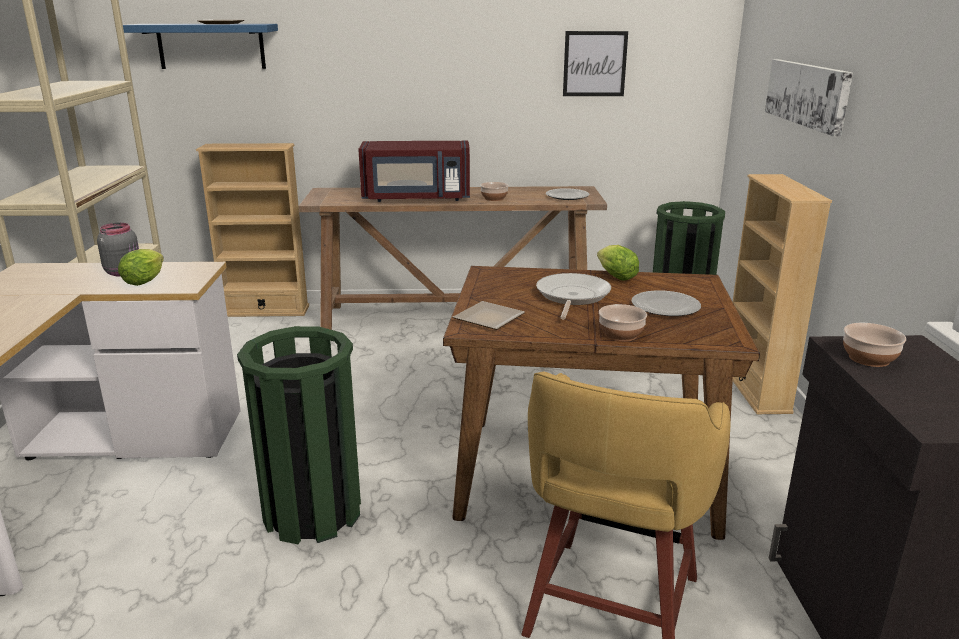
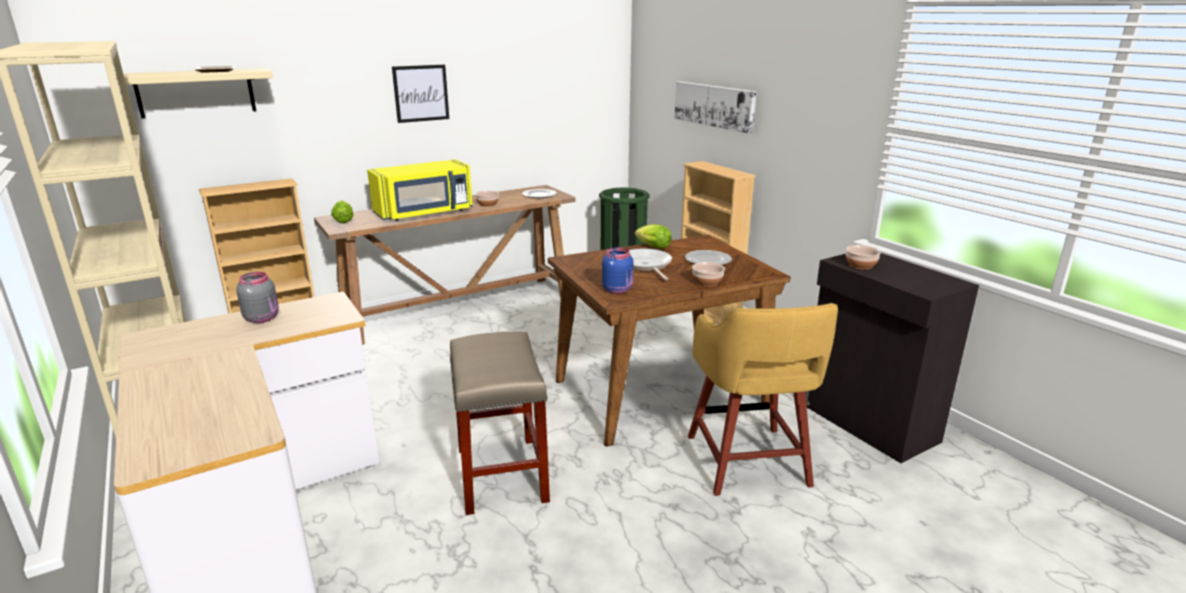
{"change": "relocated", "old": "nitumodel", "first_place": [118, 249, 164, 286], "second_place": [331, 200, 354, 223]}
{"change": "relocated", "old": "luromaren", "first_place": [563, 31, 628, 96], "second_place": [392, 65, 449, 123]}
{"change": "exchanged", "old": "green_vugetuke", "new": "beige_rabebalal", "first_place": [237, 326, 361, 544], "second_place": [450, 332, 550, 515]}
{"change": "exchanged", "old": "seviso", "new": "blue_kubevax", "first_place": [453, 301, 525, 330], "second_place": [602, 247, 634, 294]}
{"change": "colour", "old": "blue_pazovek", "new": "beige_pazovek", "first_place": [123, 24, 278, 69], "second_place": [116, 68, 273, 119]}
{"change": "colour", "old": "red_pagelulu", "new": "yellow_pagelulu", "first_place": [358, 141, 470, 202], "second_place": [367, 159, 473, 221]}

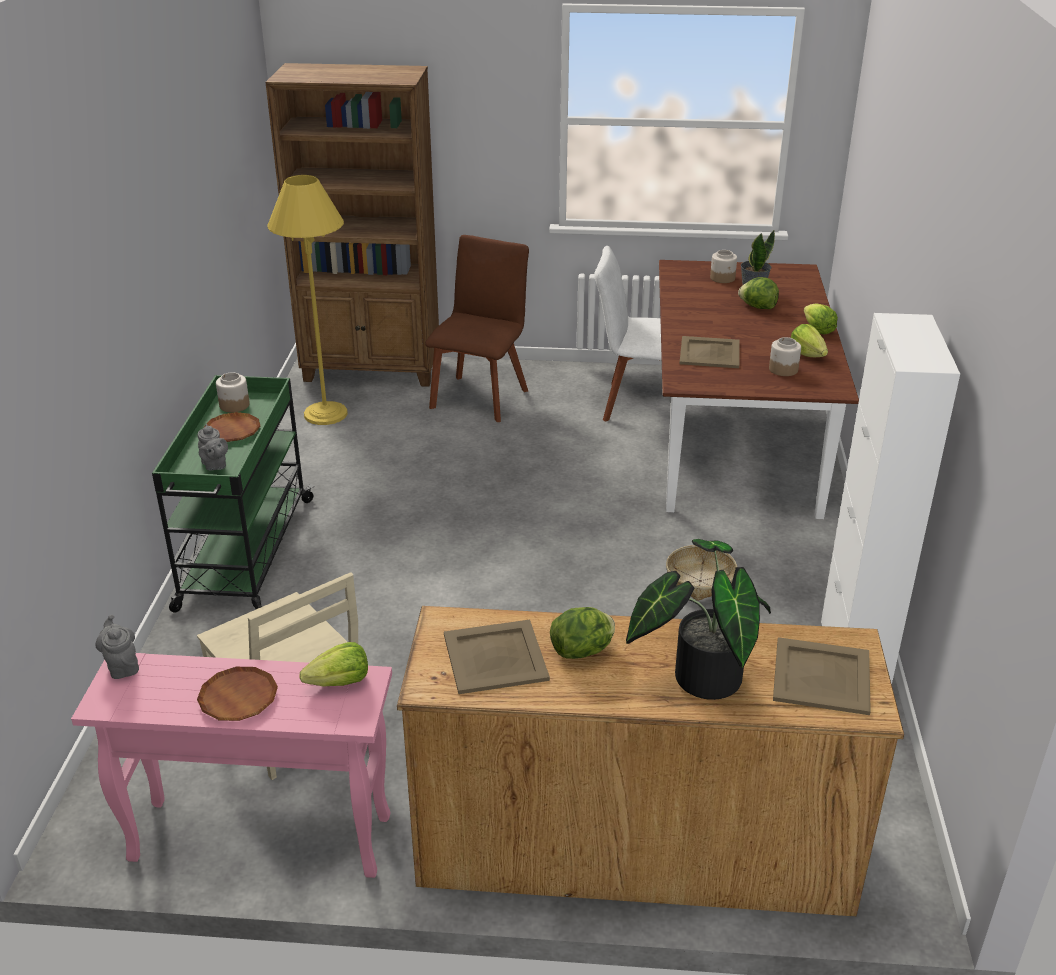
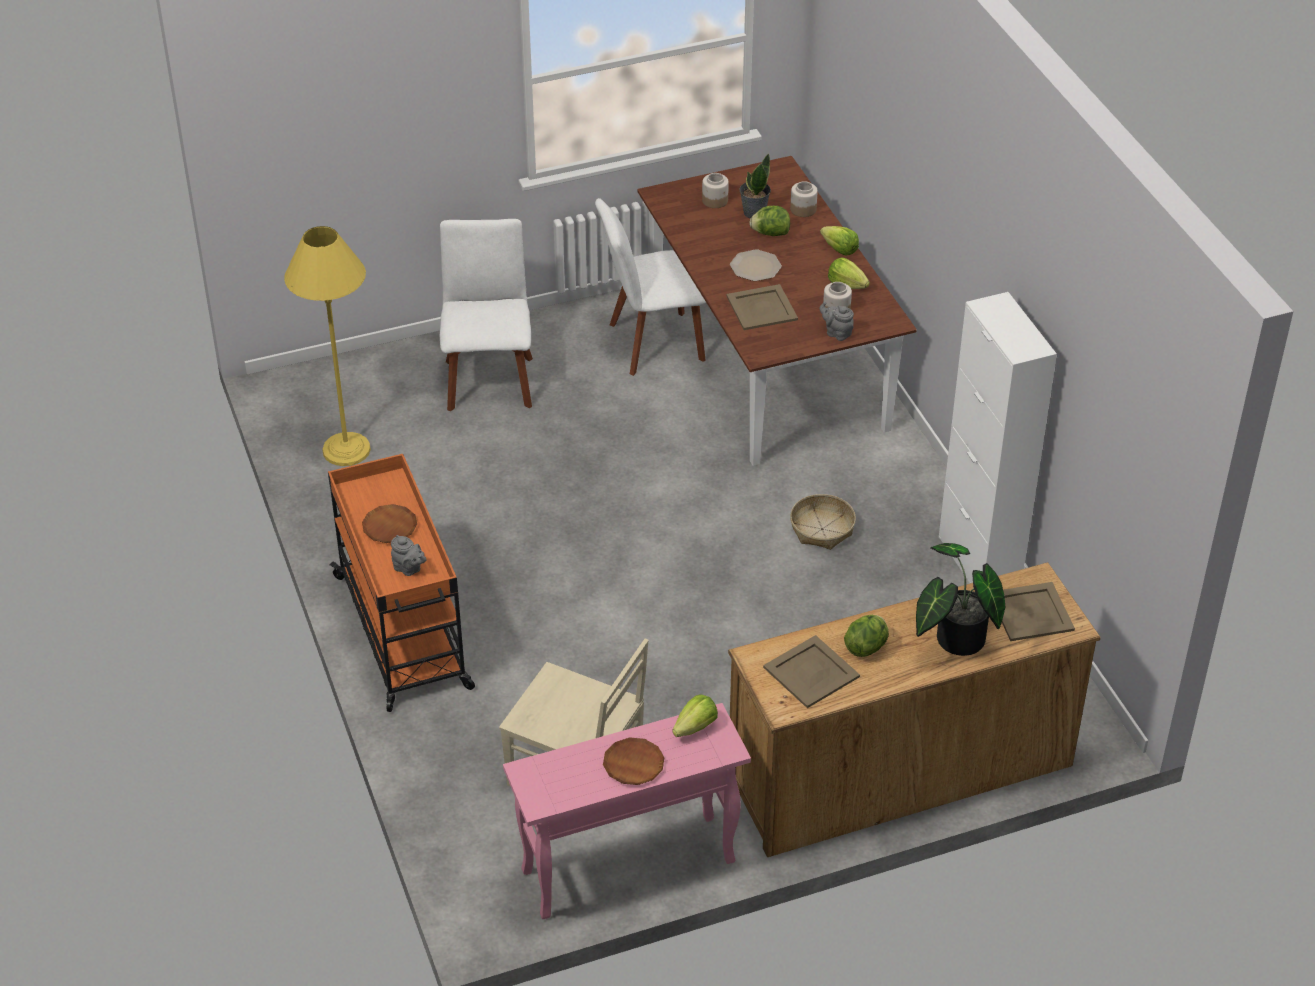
{"change": "missing", "old": "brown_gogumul", "first_place": [265, 63, 439, 387]}
{"change": "appeared", "new": "seviso", "second_place": [730, 249, 782, 281]}
{"change": "relocated", "old": "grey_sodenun", "first_place": [96, 614, 139, 679], "second_place": [820, 302, 854, 341]}
{"change": "relocated", "old": "kubevax", "first_place": [216, 372, 250, 413], "second_place": [790, 181, 818, 217]}
{"change": "colour", "old": "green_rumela", "new": "orange_rumela", "first_place": [152, 375, 314, 613], "second_place": [328, 454, 475, 712]}
{"change": "colour", "old": "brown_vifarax", "new": "white_vifarax", "first_place": [425, 235, 529, 422], "second_place": [440, 219, 533, 411]}

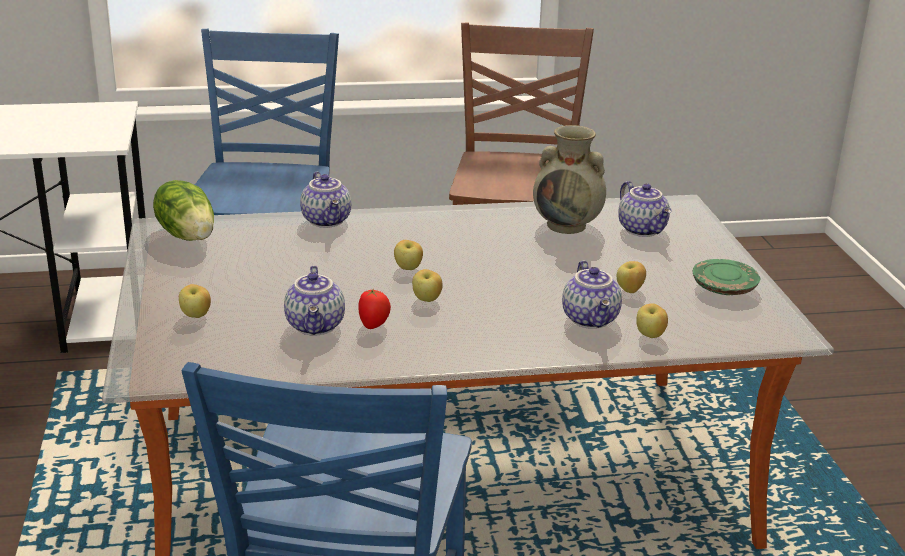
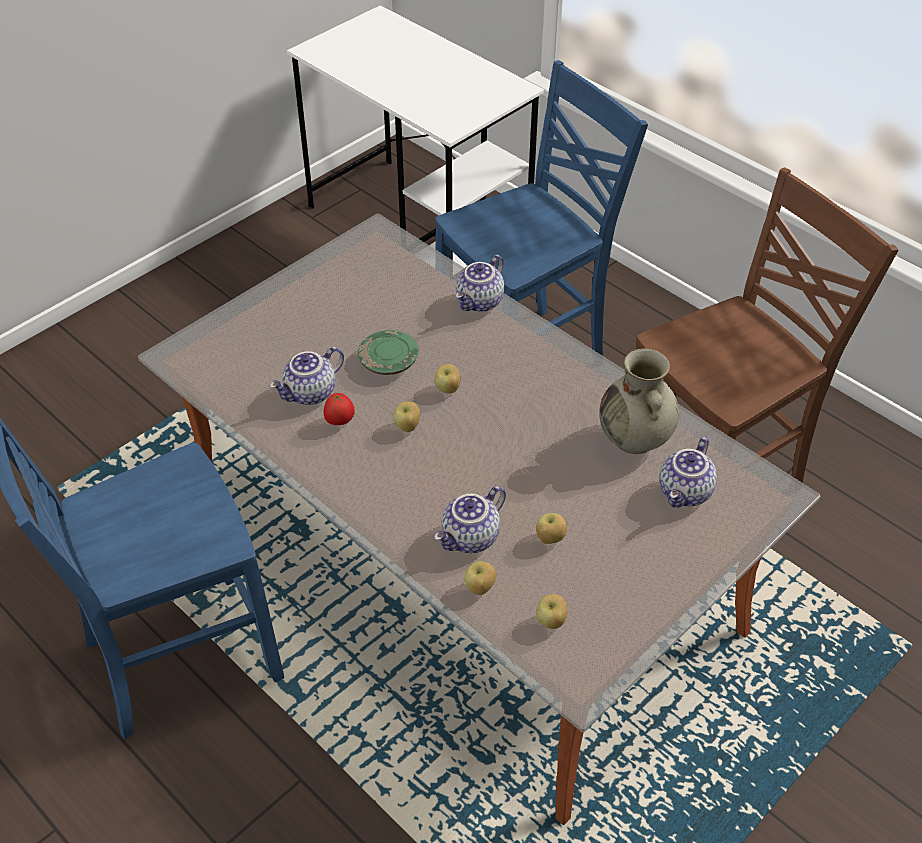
{"change": "missing", "old": "nitumodel", "first_place": [153, 180, 214, 241]}
{"change": "relocated", "old": "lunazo", "first_place": [179, 284, 211, 318], "second_place": [536, 594, 568, 629]}
{"change": "relocated", "old": "green_seviso", "first_place": [693, 259, 760, 295], "second_place": [358, 330, 419, 375]}

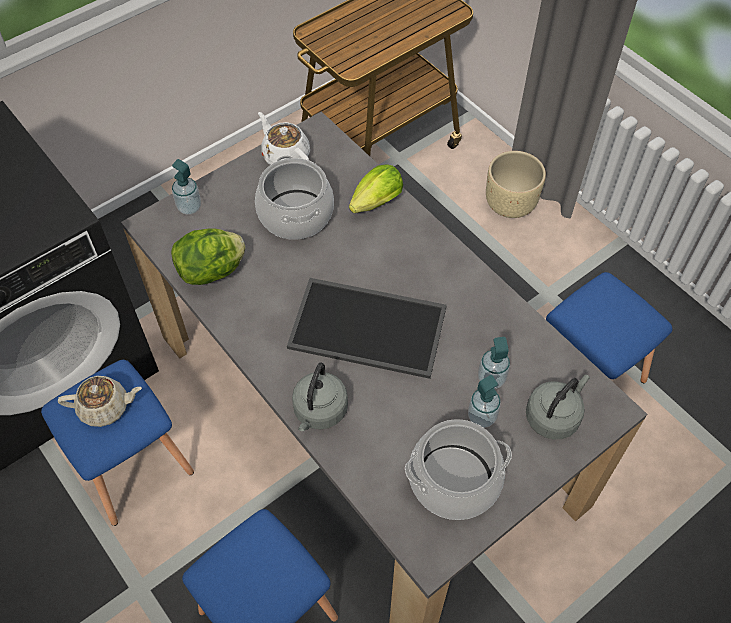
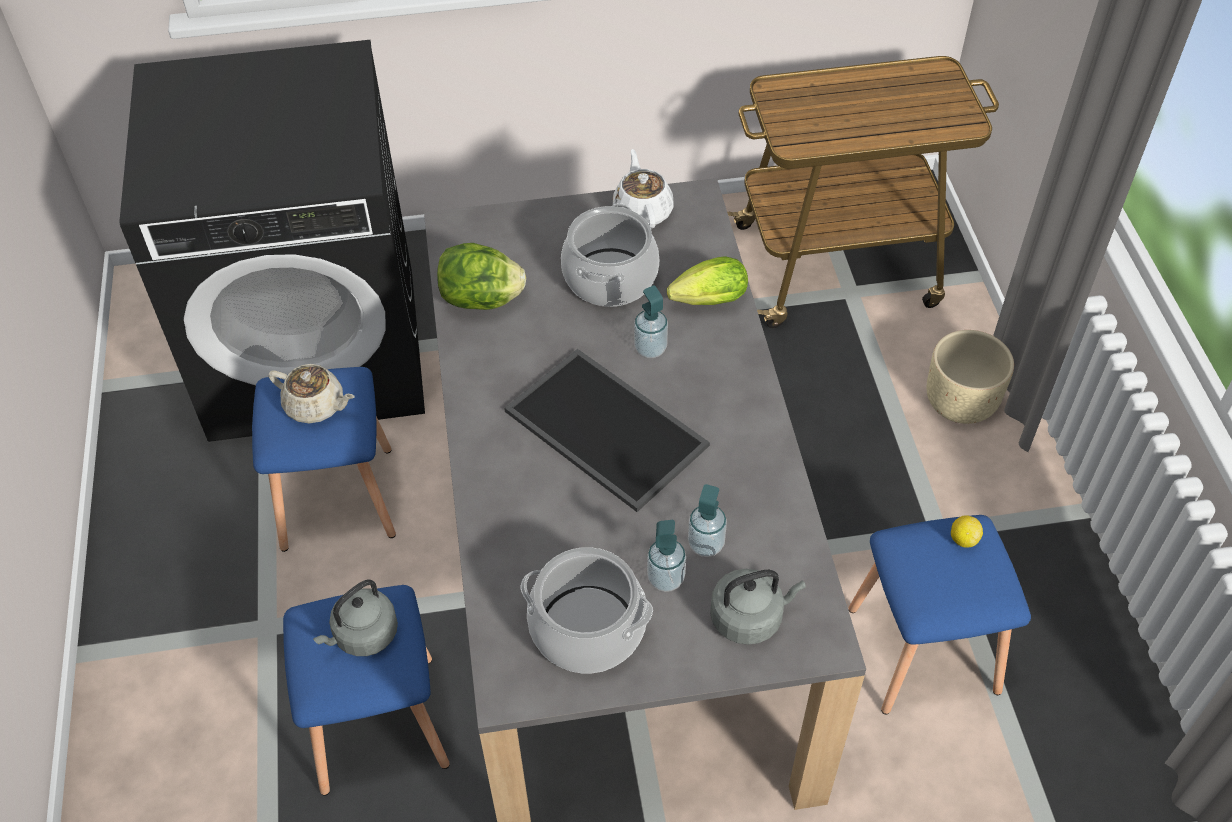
{"change": "appeared", "new": "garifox", "second_place": [951, 515, 983, 548]}
{"change": "relocated", "old": "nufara", "first_place": [172, 159, 201, 215], "second_place": [634, 285, 668, 358]}
{"change": "relocated", "old": "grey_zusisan", "first_place": [292, 363, 348, 431], "second_place": [313, 580, 398, 656]}

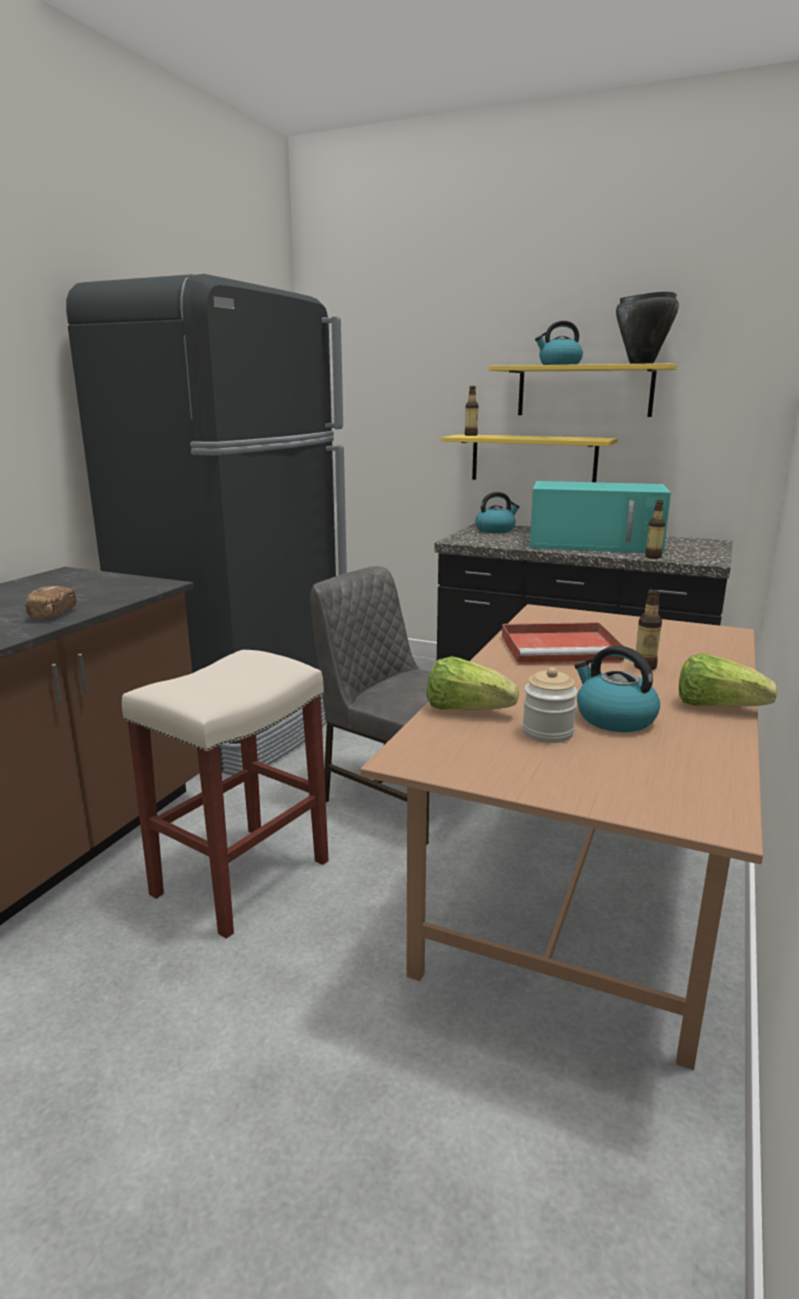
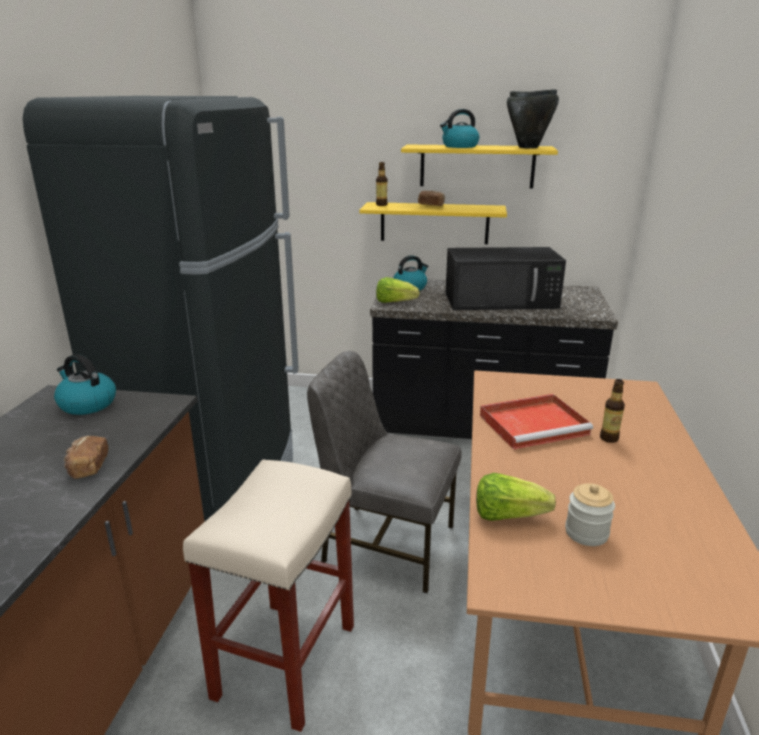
{"change": "missing", "old": "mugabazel", "first_place": [645, 500, 665, 559]}
{"change": "appeared", "new": "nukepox", "second_place": [418, 191, 445, 206]}
{"change": "relocated", "old": "zusisan", "first_place": [574, 646, 660, 732], "second_place": [54, 354, 116, 415]}
{"change": "relocated", "old": "nitumodel", "first_place": [679, 653, 778, 707], "second_place": [376, 277, 419, 303]}
{"change": "colour", "old": "turquoise_pagelulu", "new": "black_pagelulu", "first_place": [529, 481, 671, 554], "second_place": [445, 247, 566, 310]}

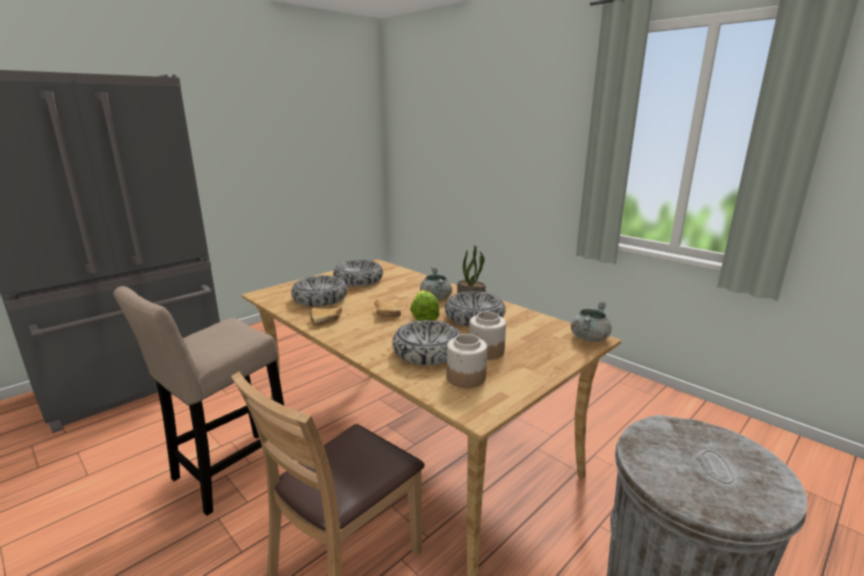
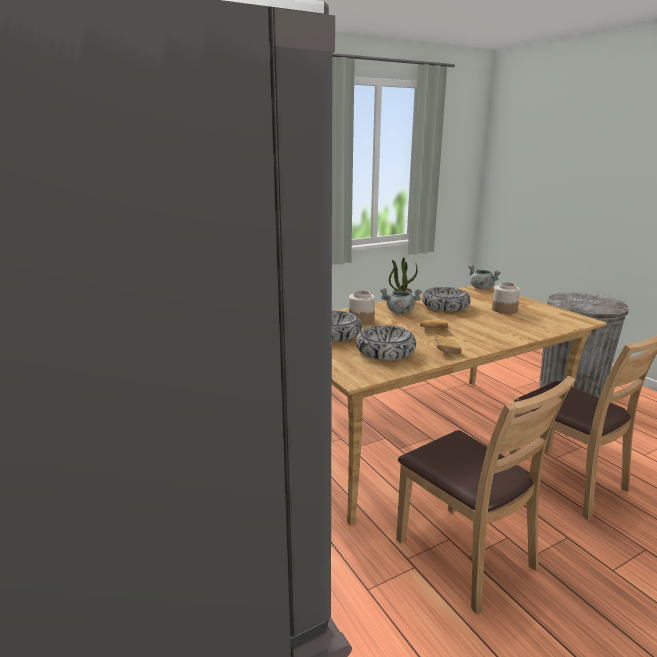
{"change": "missing", "old": "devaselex", "first_place": [392, 320, 460, 365]}
{"change": "missing", "old": "nitumodel", "first_place": [410, 290, 440, 321]}
{"change": "relocated", "old": "kubevax", "first_place": [447, 334, 487, 388], "second_place": [349, 290, 375, 324]}
{"change": "exchanged", "old": "beige_rabebalal", "new": "brown_vifarax", "first_place": [113, 286, 294, 516], "second_place": [396, 376, 576, 615]}

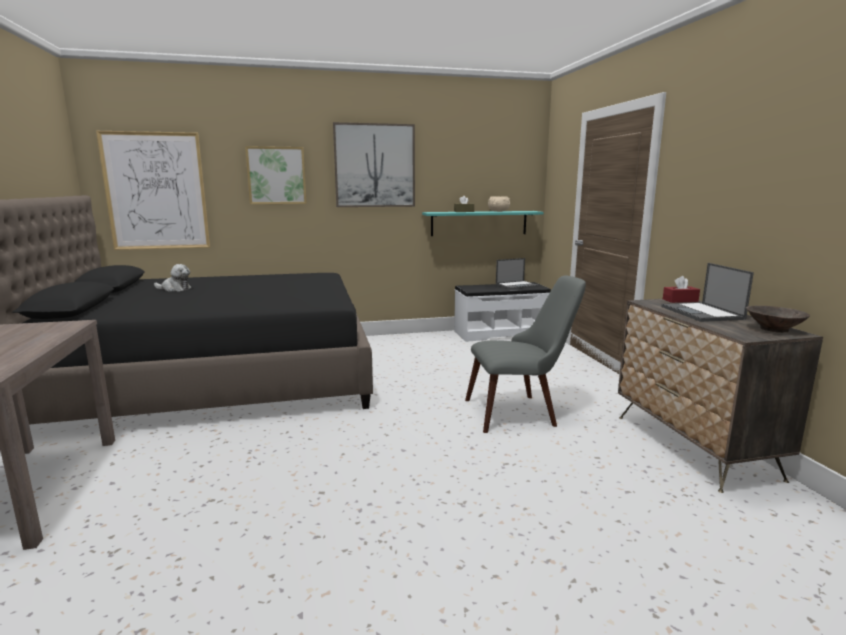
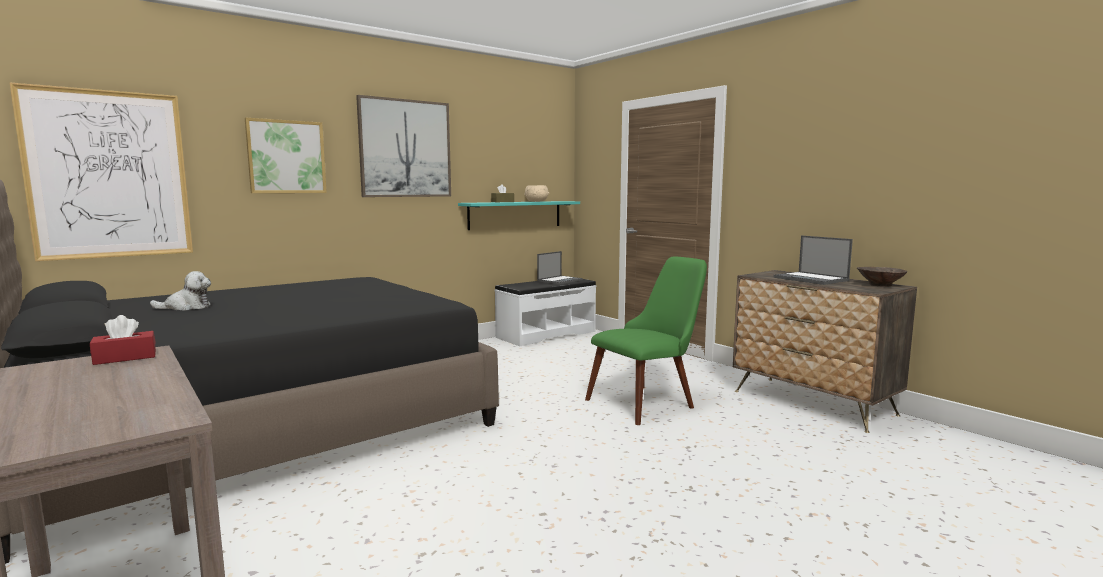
{"change": "relocated", "old": "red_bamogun", "first_place": [663, 276, 700, 303], "second_place": [90, 315, 156, 365]}
{"change": "colour", "old": "grey_vifarax", "new": "green_vifarax", "first_place": [465, 275, 586, 433], "second_place": [585, 256, 707, 425]}

